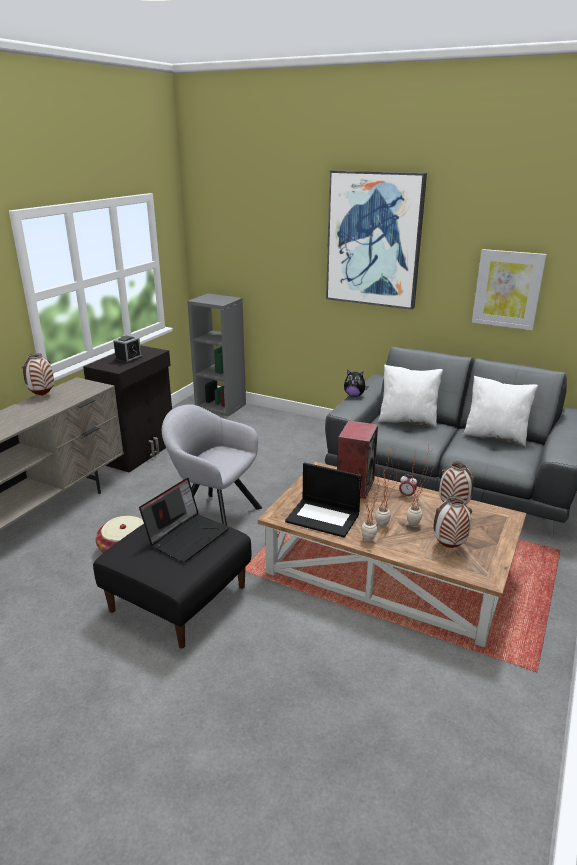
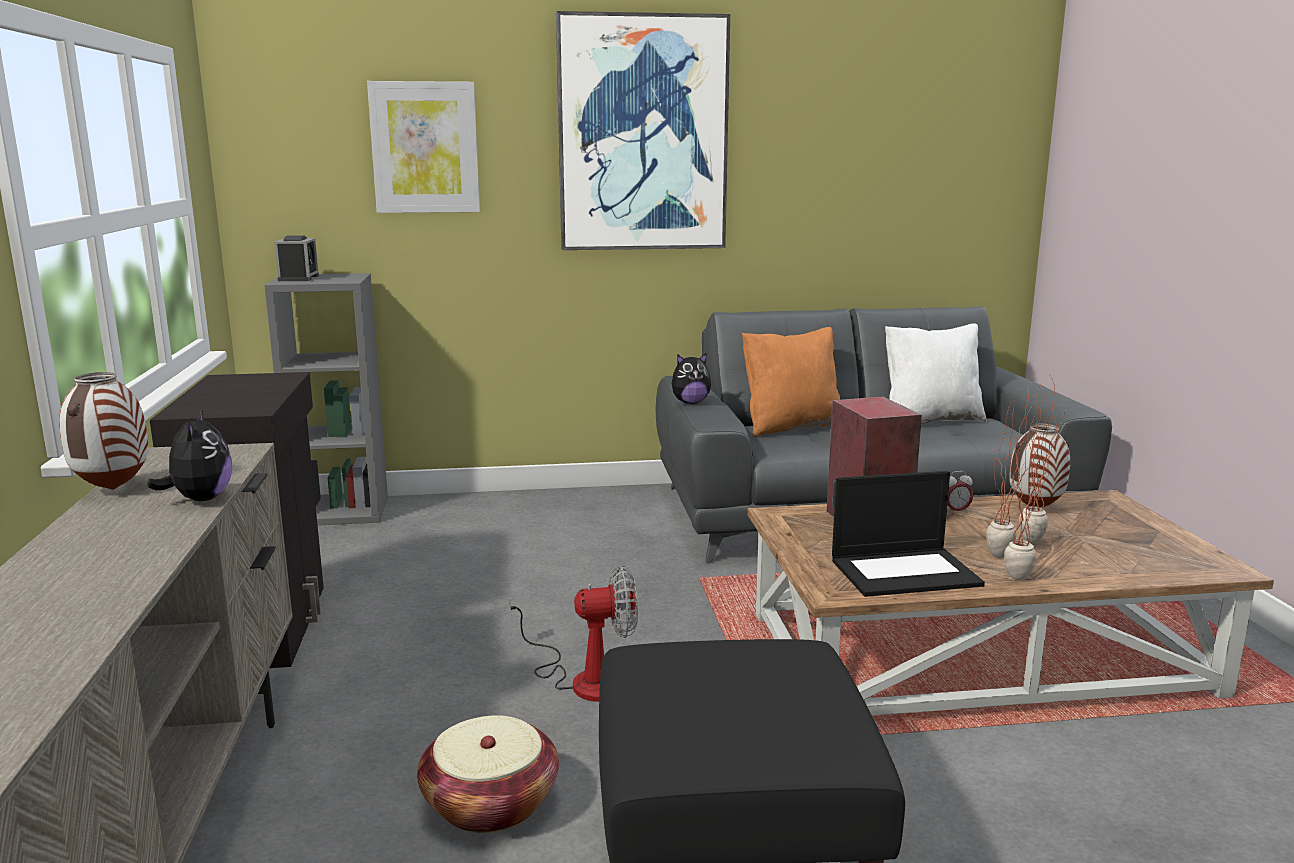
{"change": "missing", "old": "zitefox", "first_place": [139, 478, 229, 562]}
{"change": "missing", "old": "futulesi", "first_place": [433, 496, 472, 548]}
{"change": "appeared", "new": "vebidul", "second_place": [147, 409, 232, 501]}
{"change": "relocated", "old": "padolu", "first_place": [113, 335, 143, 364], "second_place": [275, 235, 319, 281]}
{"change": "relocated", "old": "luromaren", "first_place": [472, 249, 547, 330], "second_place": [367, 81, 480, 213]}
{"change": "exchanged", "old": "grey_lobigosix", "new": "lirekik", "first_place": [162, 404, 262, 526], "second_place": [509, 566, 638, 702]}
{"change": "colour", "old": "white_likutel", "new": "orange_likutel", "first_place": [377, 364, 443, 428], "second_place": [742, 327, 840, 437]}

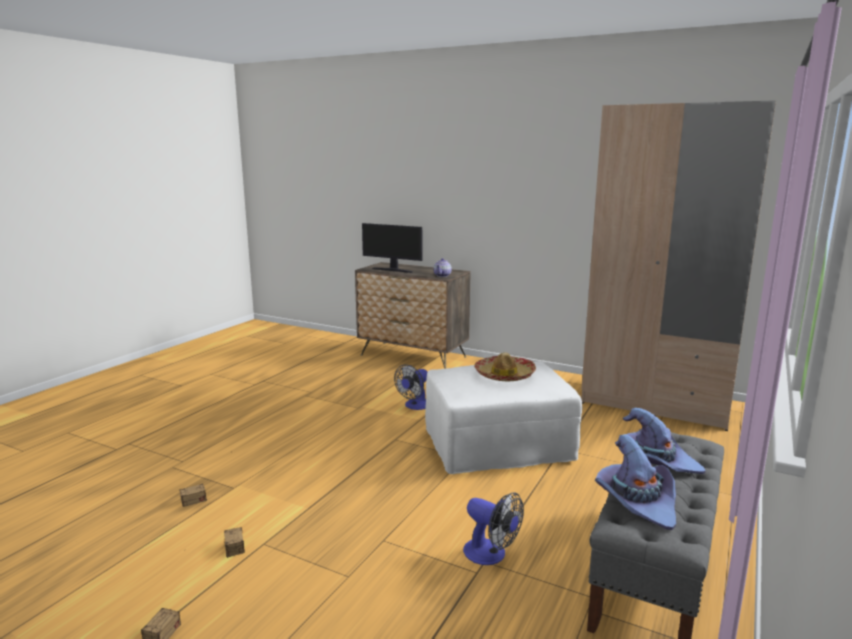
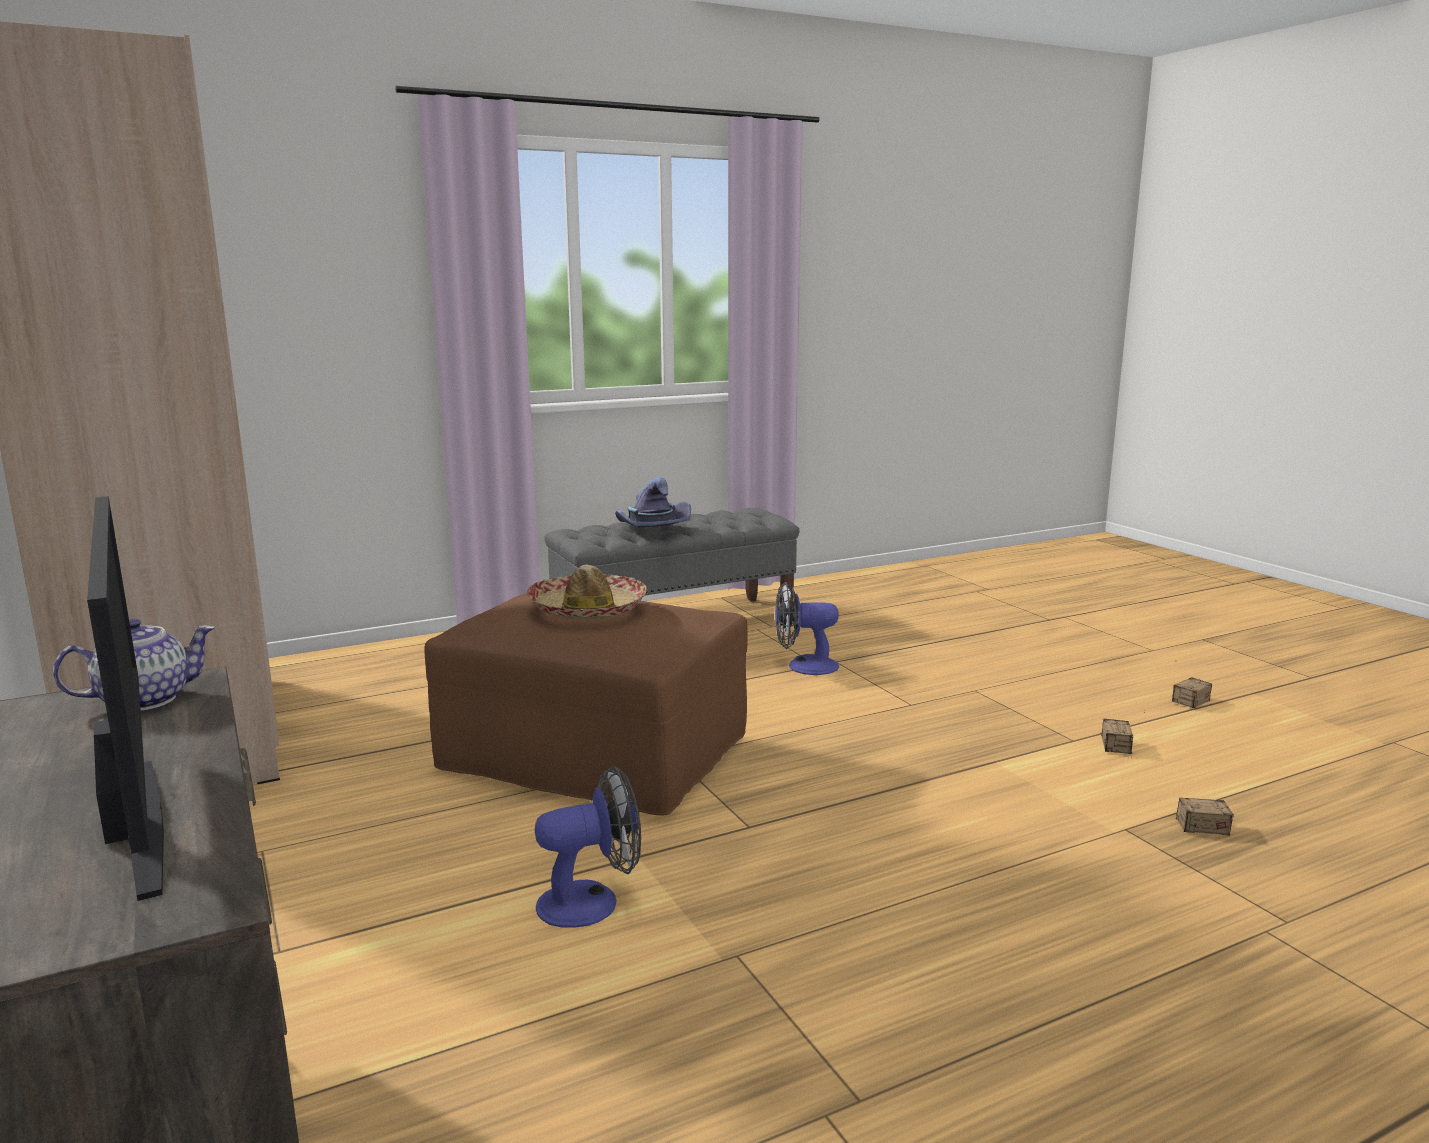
{"change": "missing", "old": "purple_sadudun", "first_place": [595, 434, 676, 530]}
{"change": "colour", "old": "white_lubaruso", "new": "brown_lubaruso", "first_place": [425, 362, 582, 474], "second_place": [424, 593, 748, 816]}
{"change": "spun", "old": "lirekik", "first_place": [463, 492, 524, 565], "second_place": [775, 582, 839, 675], "degrees": -75}

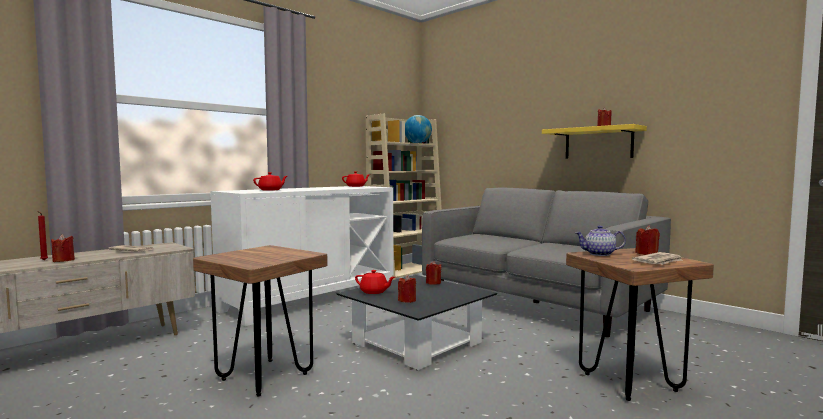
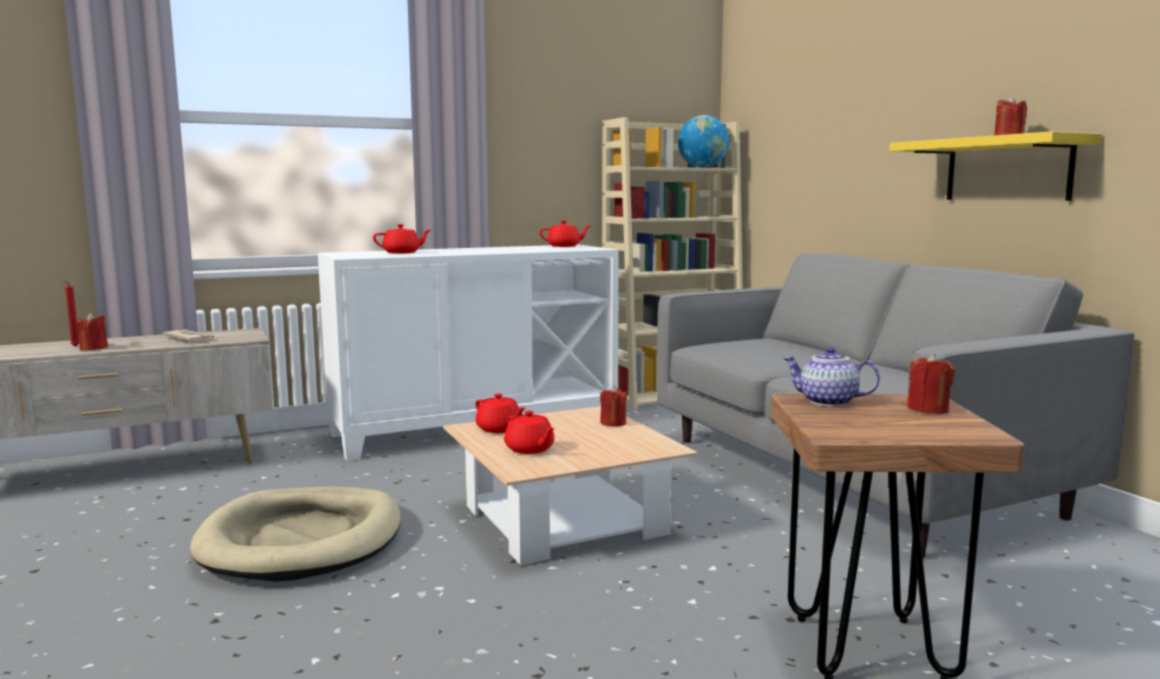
{"change": "missing", "old": "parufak", "first_place": [632, 252, 683, 265]}
{"change": "exchanged", "old": "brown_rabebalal", "new": "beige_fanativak", "first_place": [193, 245, 328, 396], "second_place": [190, 487, 401, 582]}
{"change": "exchanged", "old": "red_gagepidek", "new": "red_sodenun", "first_place": [398, 275, 416, 303], "second_place": [504, 410, 555, 454]}
{"change": "colour", "old": "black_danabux", "new": "beige_danabux", "first_place": [337, 275, 497, 370], "second_place": [443, 406, 698, 565]}

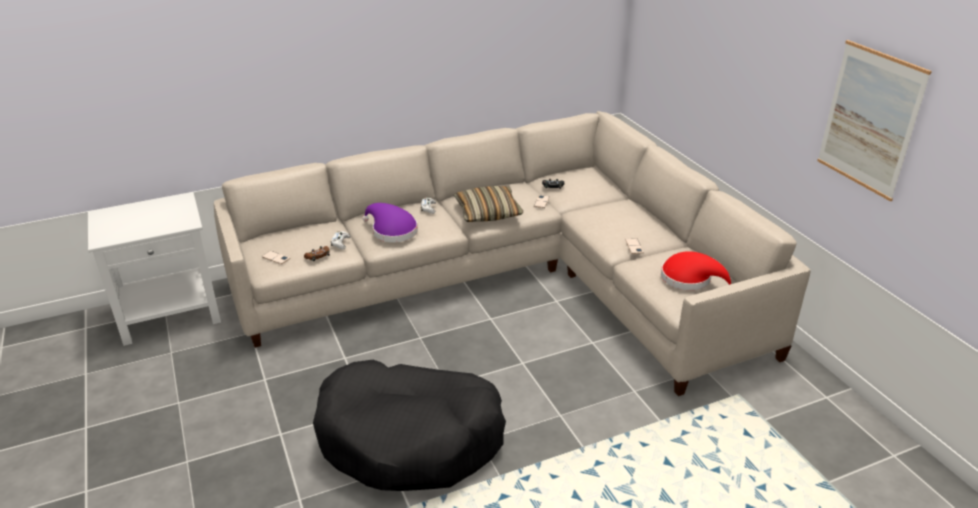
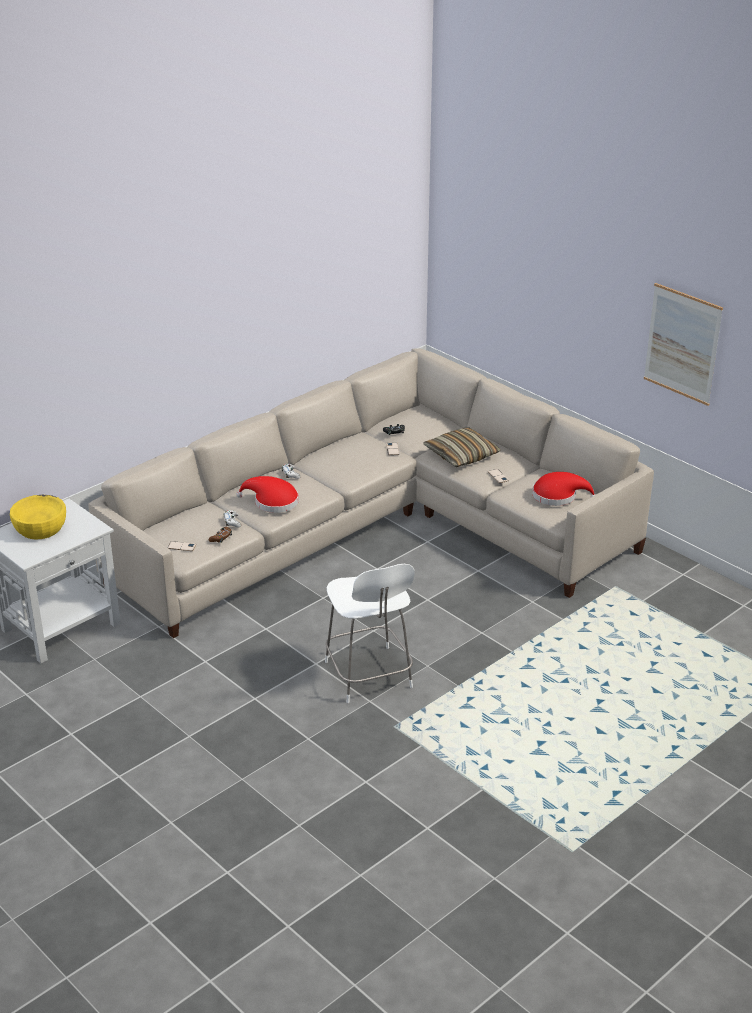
{"change": "appeared", "new": "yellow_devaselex", "second_place": [10, 495, 66, 540]}
{"change": "relocated", "old": "likutel", "first_place": [454, 186, 523, 222], "second_place": [423, 427, 501, 467]}
{"change": "exchanged", "old": "black_fanativak", "new": "white_rabebalal", "first_place": [313, 359, 506, 491], "second_place": [325, 564, 415, 703]}
{"change": "colour", "old": "purple_sadudun", "new": "red_sadudun", "first_place": [362, 203, 418, 242], "second_place": [236, 476, 299, 513]}

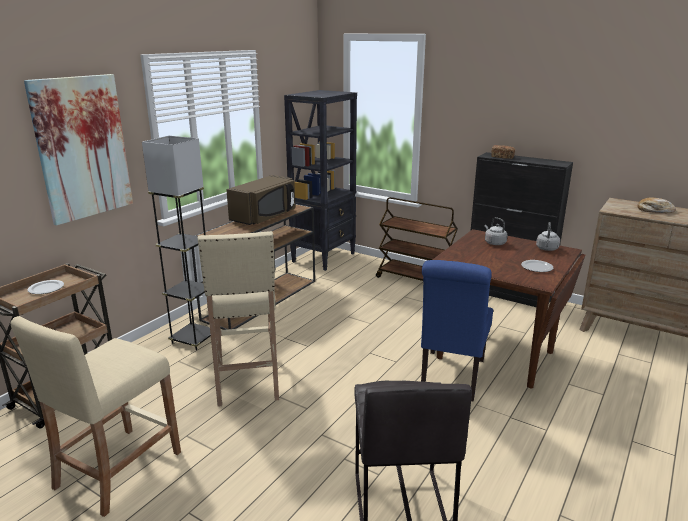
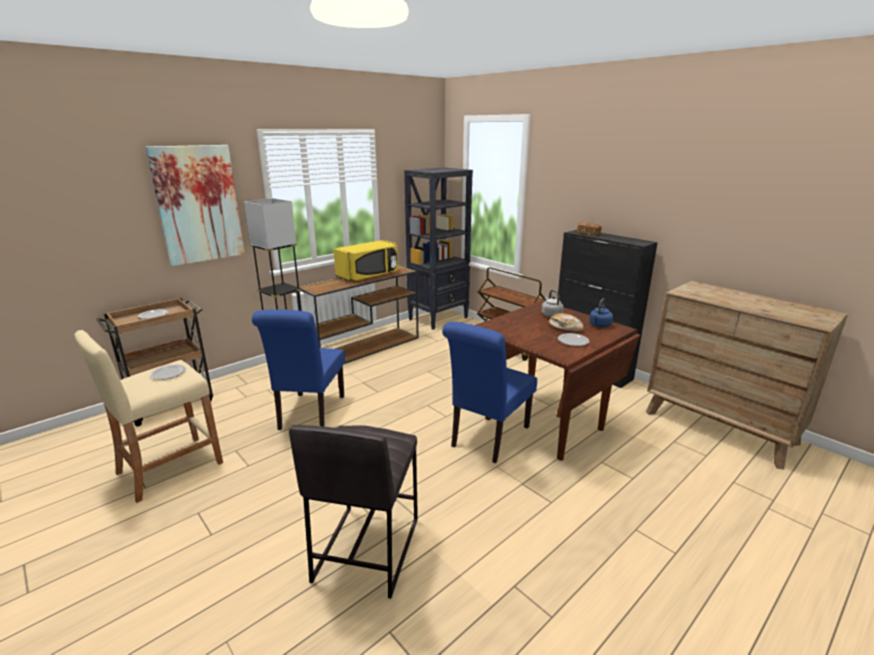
{"change": "appeared", "new": "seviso", "second_place": [150, 364, 186, 380]}
{"change": "relocated", "old": "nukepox", "first_place": [637, 198, 676, 213], "second_place": [548, 313, 584, 332]}
{"change": "exchanged", "old": "beige_rabebalal", "new": "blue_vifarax", "first_place": [198, 231, 279, 407], "second_place": [252, 310, 345, 430]}
{"change": "colour", "old": "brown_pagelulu", "new": "yellow_pagelulu", "first_place": [226, 175, 295, 225], "second_place": [333, 240, 398, 281]}
{"change": "colour", "old": "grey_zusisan", "new": "blue_zusisan", "first_place": [536, 222, 560, 251], "second_place": [589, 298, 613, 327]}

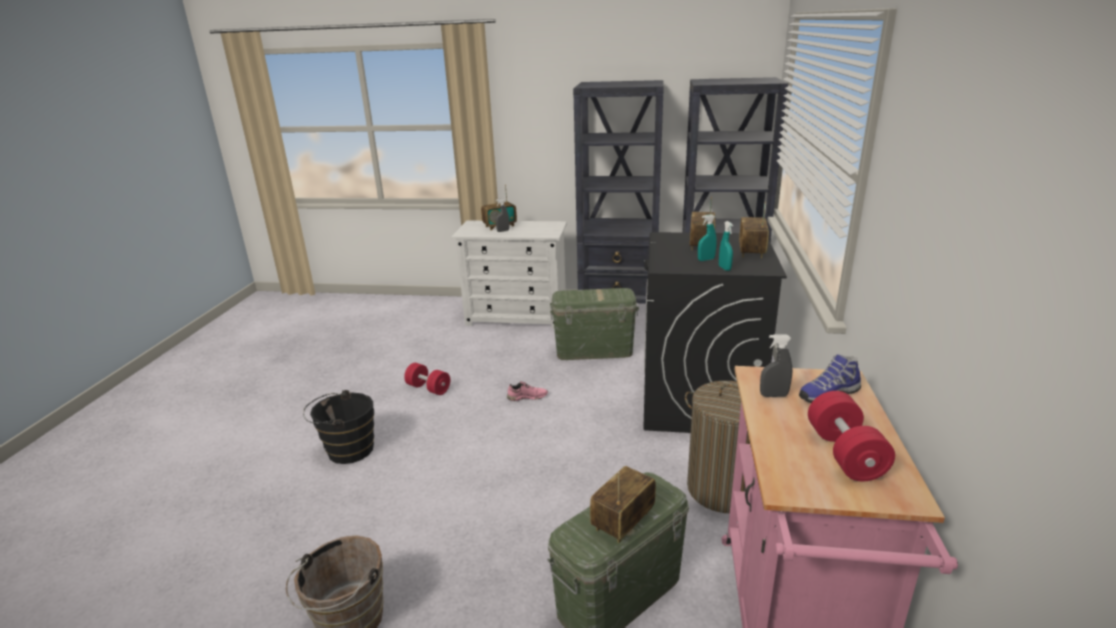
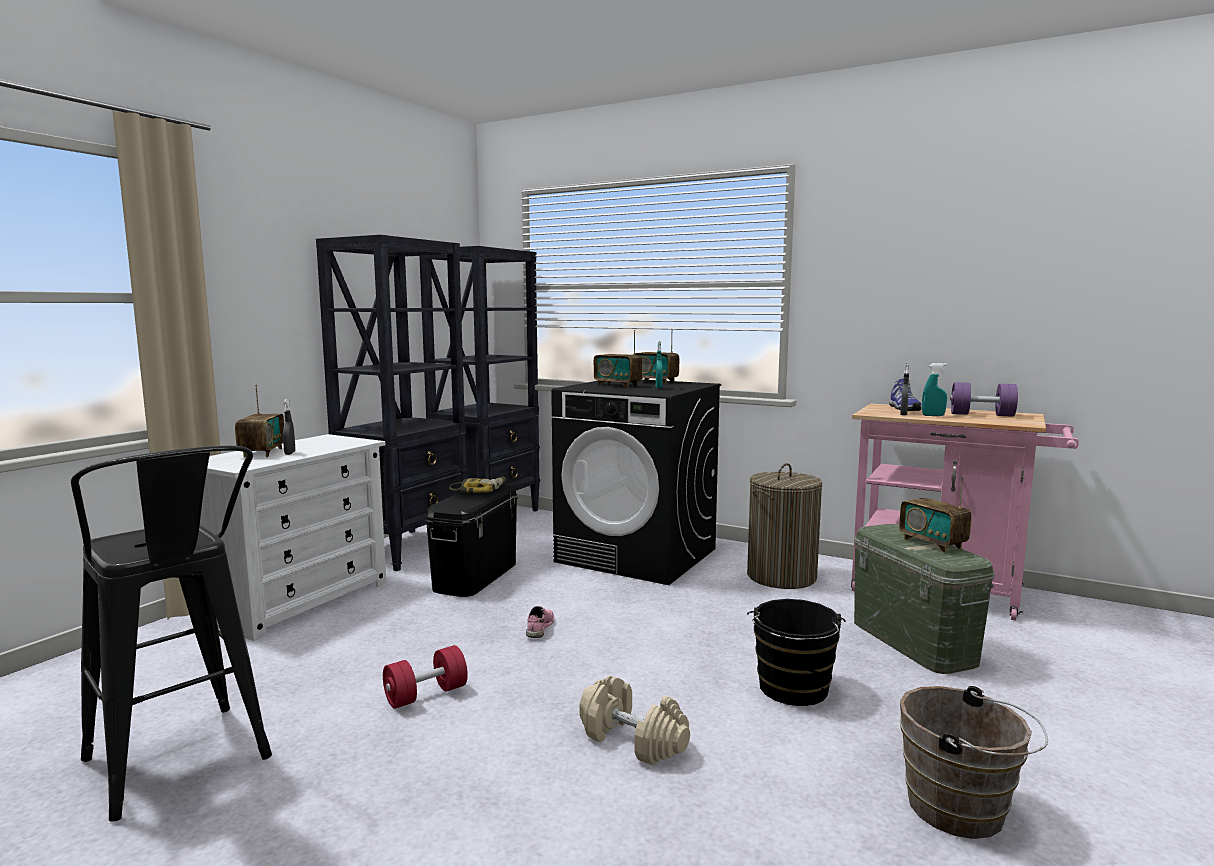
{"change": "appeared", "new": "black_rabebalal", "second_place": [71, 446, 272, 822]}
{"change": "appeared", "new": "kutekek", "second_place": [449, 476, 506, 493]}
{"change": "appeared", "new": "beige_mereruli", "second_place": [579, 676, 690, 766]}
{"change": "relocated", "old": "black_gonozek", "first_place": [303, 390, 374, 464], "second_place": [747, 599, 846, 706]}
{"change": "relocated", "old": "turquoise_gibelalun", "first_place": [719, 221, 733, 271], "second_place": [922, 363, 947, 416]}
{"change": "colour", "old": "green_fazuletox", "new": "black_fazuletox", "first_place": [550, 288, 639, 360], "second_place": [425, 485, 518, 597]}
{"change": "colour", "old": "red_mereruli", "new": "purple_mereruli", "first_place": [808, 391, 895, 482], "second_place": [950, 382, 1018, 417]}

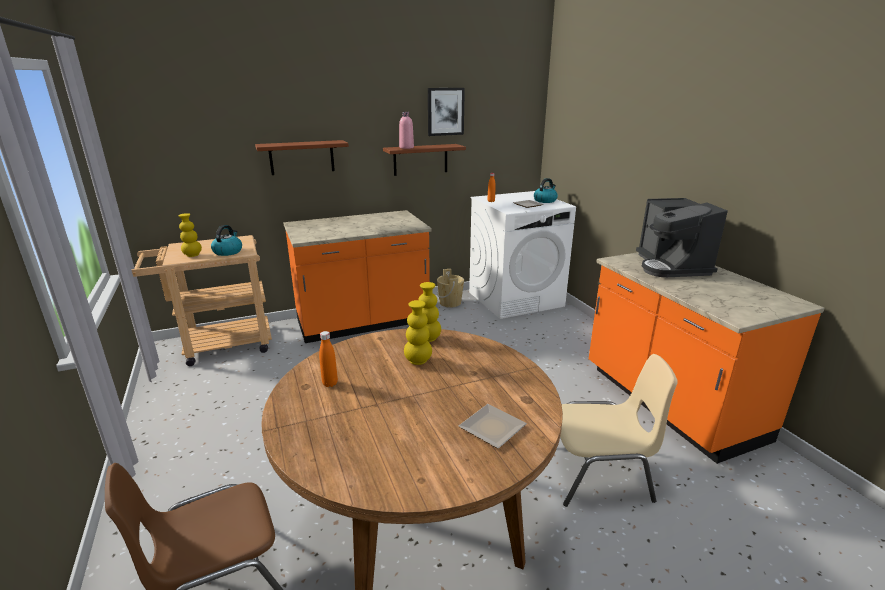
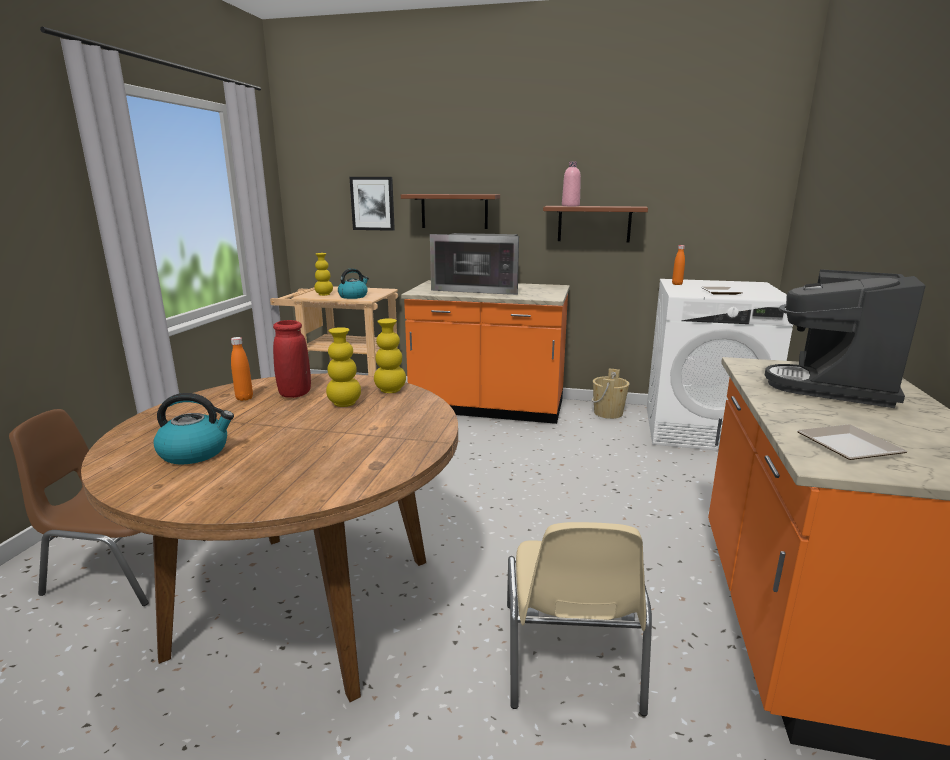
{"change": "appeared", "new": "red_futulesi", "second_place": [273, 320, 311, 398]}
{"change": "appeared", "new": "pagelulu", "second_place": [430, 233, 519, 295]}
{"change": "relocated", "old": "luromaren", "first_place": [428, 88, 465, 136], "second_place": [349, 177, 395, 231]}
{"change": "relocated", "old": "seviso", "first_place": [459, 404, 527, 449], "second_place": [797, 424, 908, 460]}
{"change": "relocated", "old": "zusisan", "first_place": [534, 178, 558, 203], "second_place": [153, 393, 234, 464]}
{"change": "spun", "old": "beige_vifarax", "first_place": [560, 354, 678, 507], "second_place": [507, 522, 652, 716], "degrees": 60}

